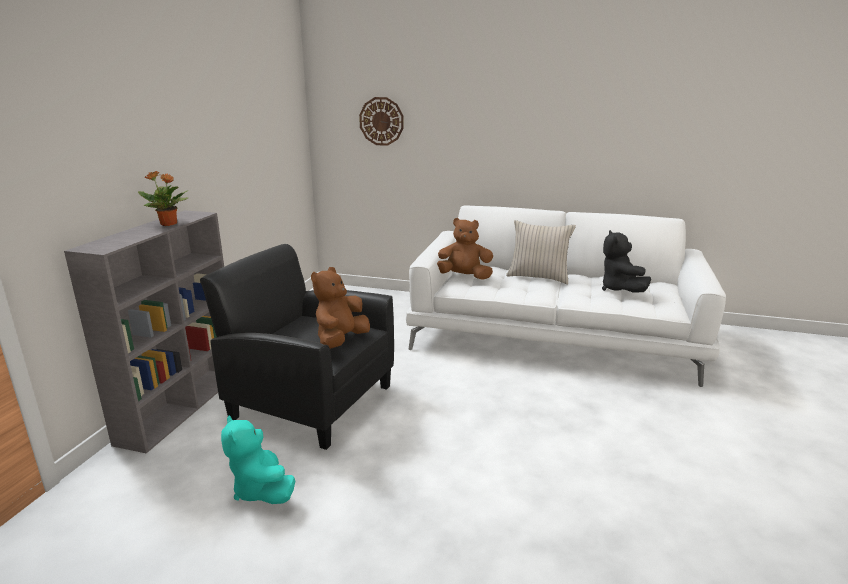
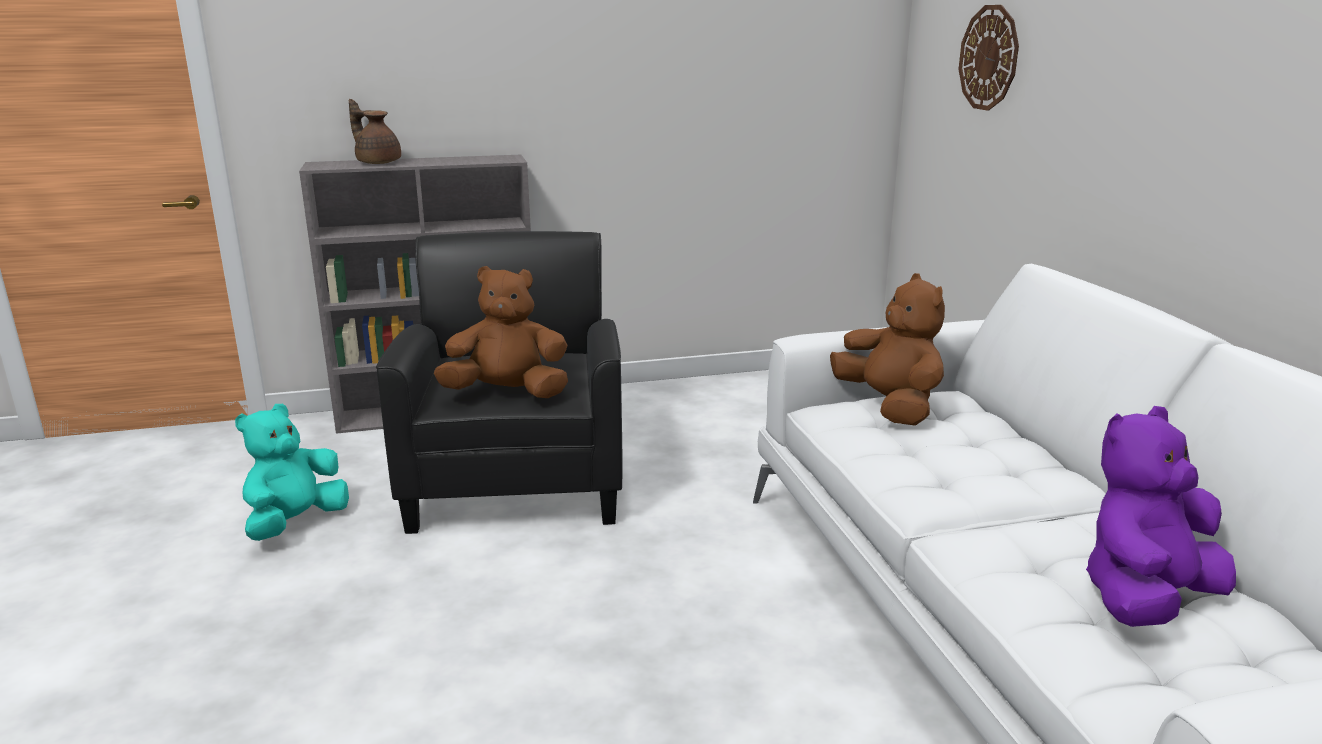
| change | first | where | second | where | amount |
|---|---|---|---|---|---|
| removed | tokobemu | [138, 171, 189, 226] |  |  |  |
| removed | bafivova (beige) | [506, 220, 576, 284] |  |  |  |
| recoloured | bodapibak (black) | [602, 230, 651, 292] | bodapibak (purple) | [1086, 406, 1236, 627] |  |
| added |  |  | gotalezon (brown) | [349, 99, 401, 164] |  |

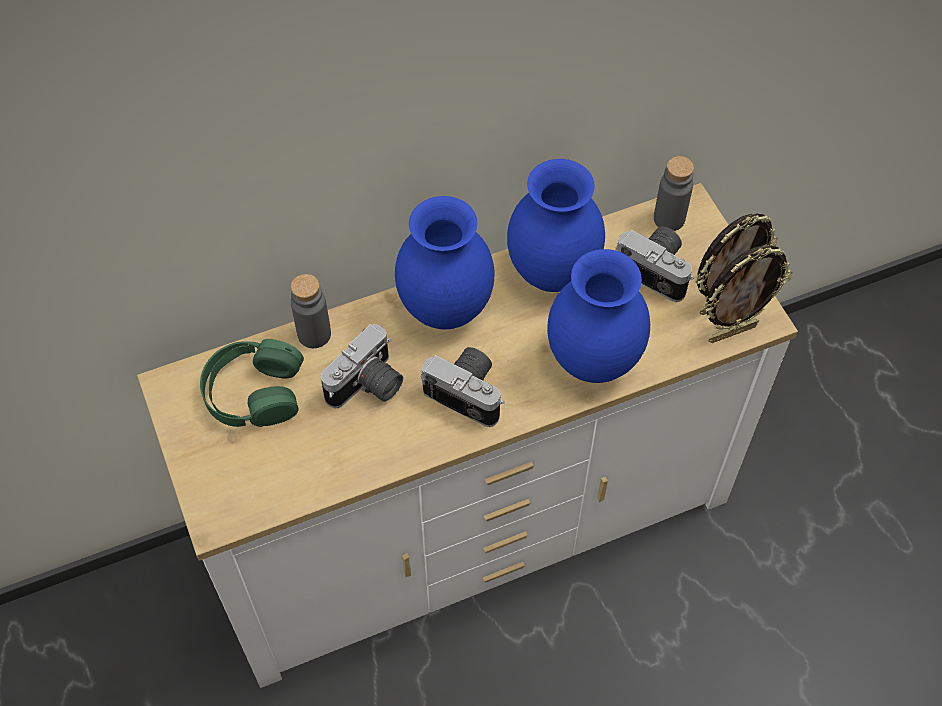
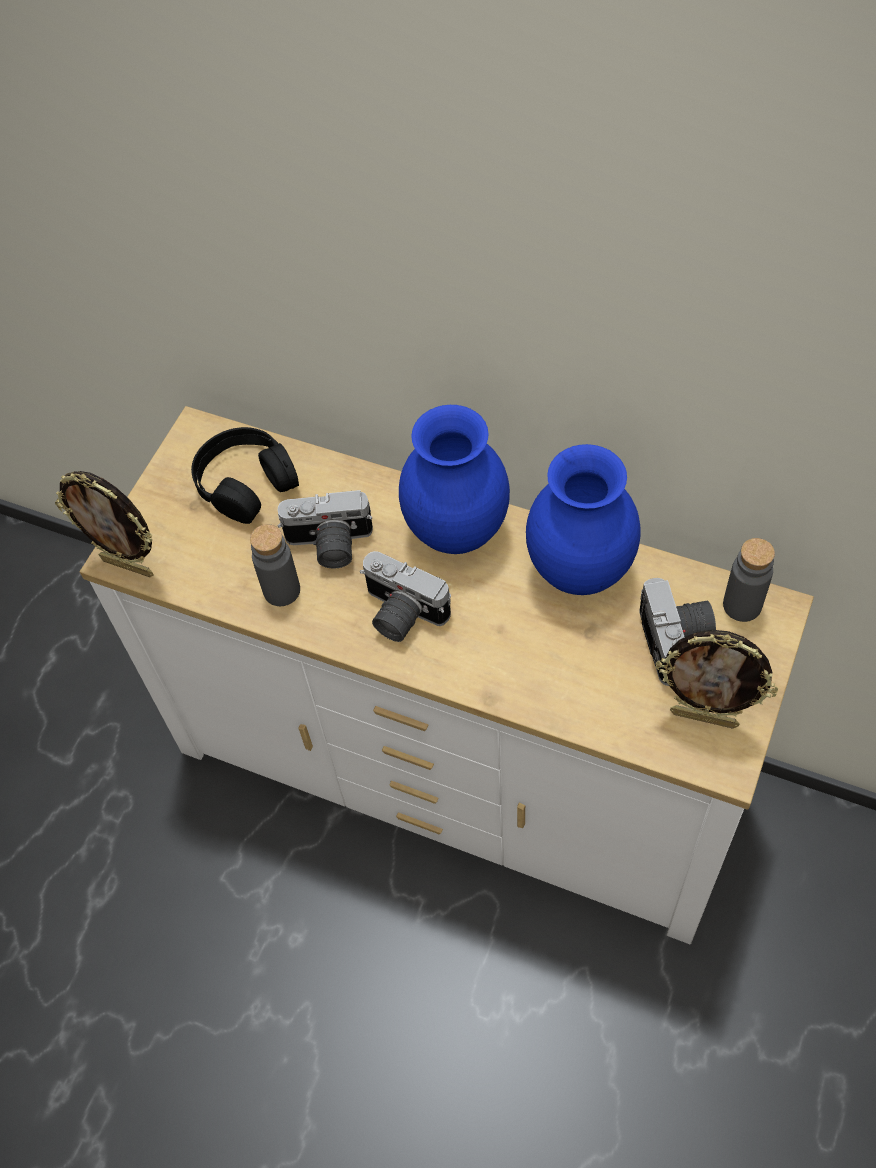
| change | first | where | second | where | amount |
|---|---|---|---|---|---|
| recoloured | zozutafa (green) | [200, 339, 304, 427] | zozutafa (black) | [191, 427, 299, 524] |  |
| moved | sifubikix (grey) | [291, 274, 331, 348] |  | [250, 524, 300, 606] |  |
| turned | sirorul | [421, 347, 505, 427] |  | [360, 551, 451, 642] | 135 degrees clockwise |
| removed | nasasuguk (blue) | [547, 249, 650, 383] |  |  |  |
| moved | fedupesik | [703, 245, 793, 343] |  | [55, 471, 153, 577] |  |

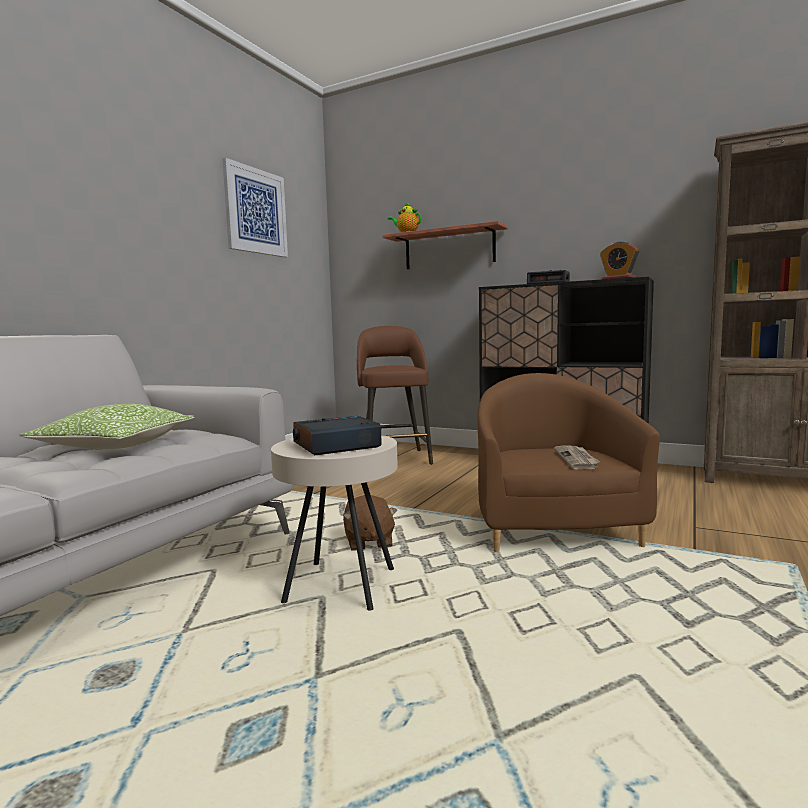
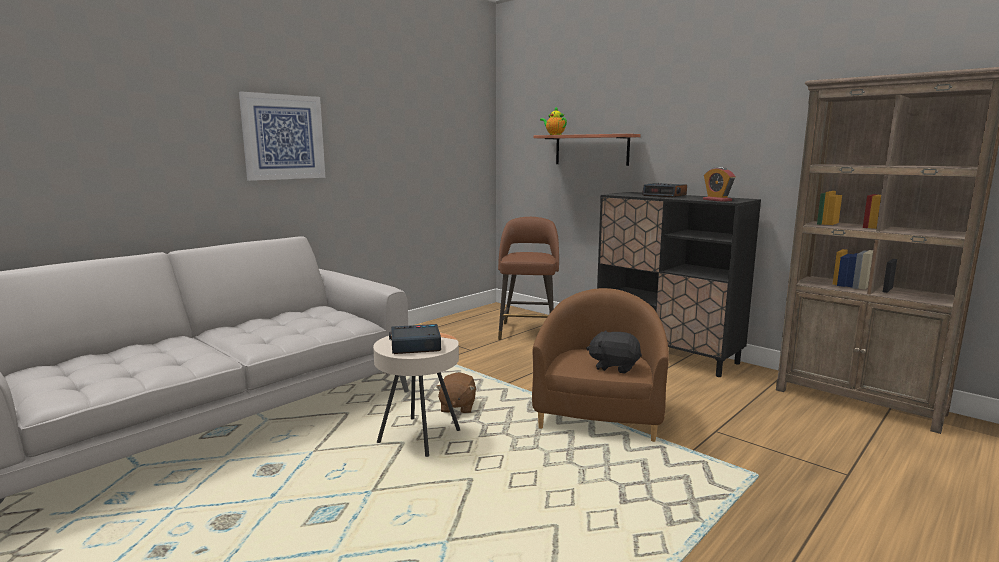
| change | first | where | second | where | amount |
|---|---|---|---|---|---|
| removed | bafivova | [20, 404, 195, 449] |  |  |  |
| moved | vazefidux | [222, 158, 288, 257] |  | [239, 91, 325, 181] |  |
| replaced | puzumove | [554, 446, 600, 469] | bodapibak (black) | [586, 330, 642, 374] |  |

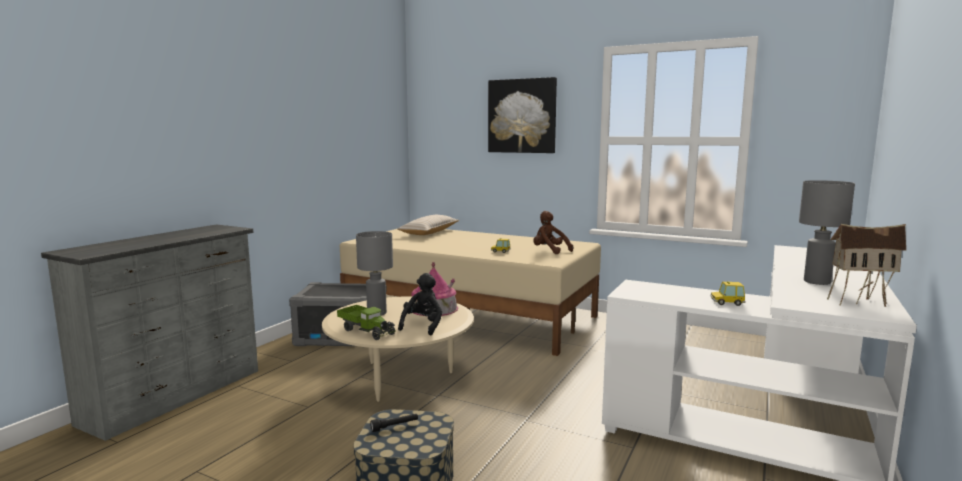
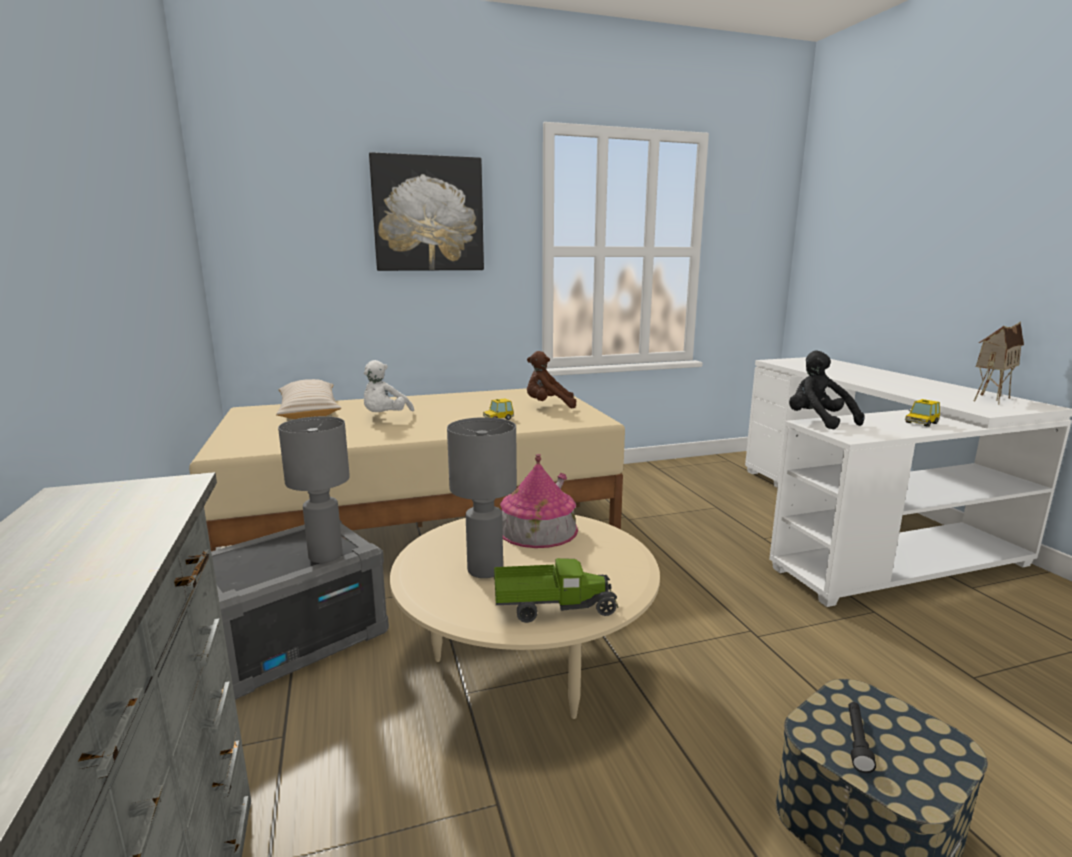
| change | first | where | second | where | amount |
|---|---|---|---|---|---|
| moved | bodapibak (black) | [398, 273, 442, 336] |  | [789, 350, 865, 430] |  |
| moved | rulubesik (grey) | [799, 180, 855, 285] |  | [278, 416, 350, 563] |  |
| added |  |  | bodapibak (white) | [364, 360, 414, 412] |  |

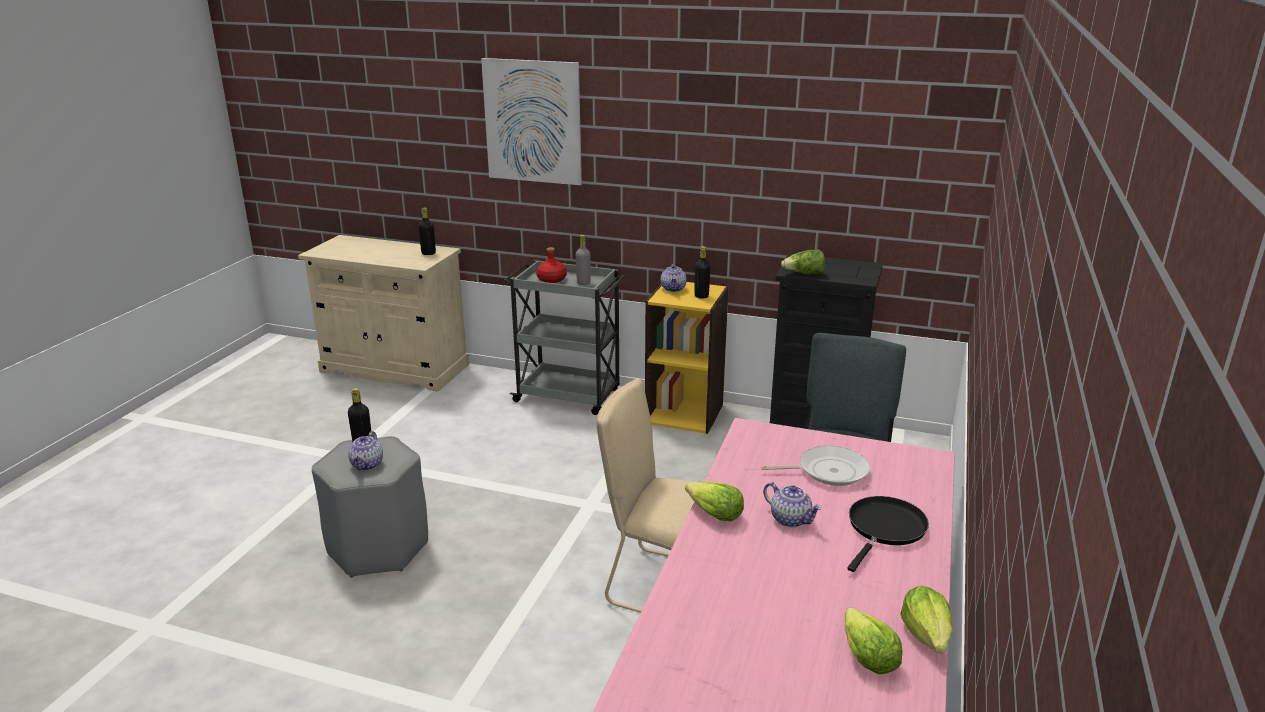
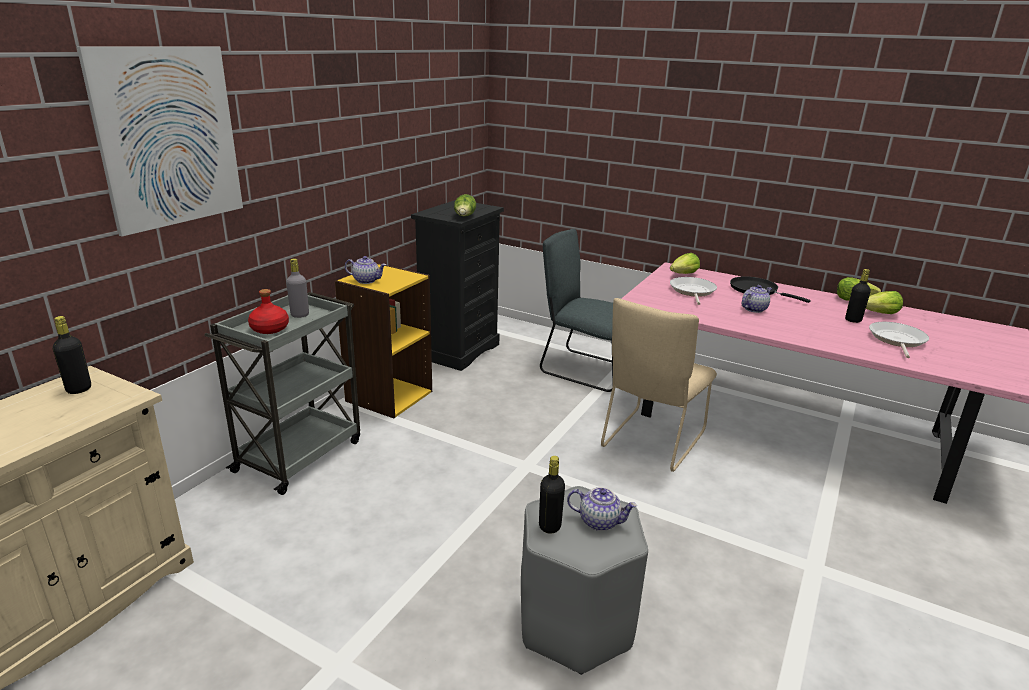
| change | first | where | second | where | amount |
|---|---|---|---|---|---|
| moved | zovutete | [685, 482, 744, 521] |  | [670, 253, 700, 274] |  |
| moved | sifubikix (black) | [694, 246, 710, 299] |  | [845, 269, 871, 323] |  |
| added |  |  | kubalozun | [869, 322, 929, 358] |  |

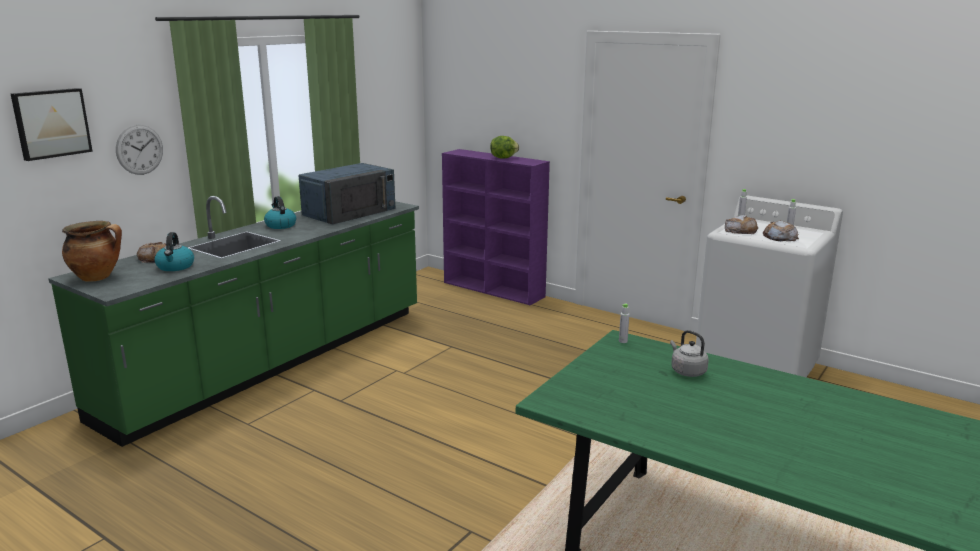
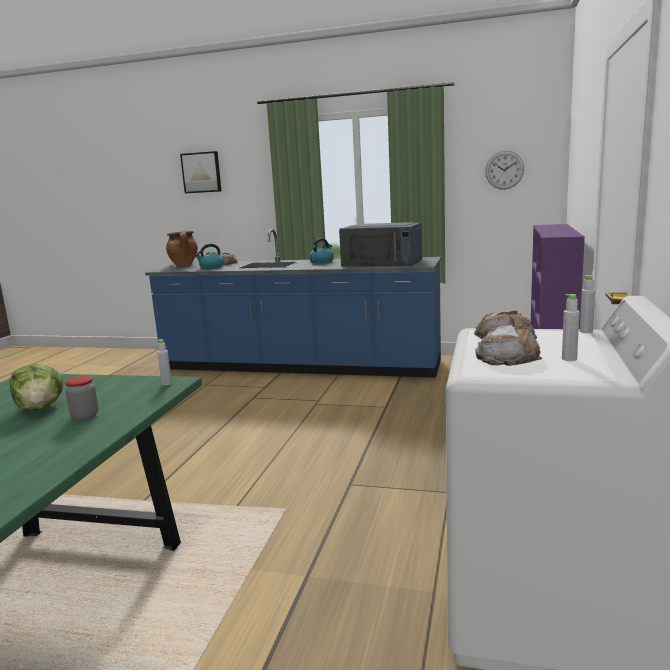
| change | first | where | second | where | amount |
|---|---|---|---|---|---|
| recoloured | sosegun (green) | [48, 196, 419, 447] | sosegun (blue) | [145, 229, 441, 378] |  |
| moved | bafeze | [116, 125, 163, 175] |  | [485, 151, 524, 190] |  |
| moved | zovutete | [490, 136, 519, 159] |  | [9, 364, 63, 411] |  |
| replaced | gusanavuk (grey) | [670, 330, 709, 377] | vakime | [65, 376, 98, 420] |  |

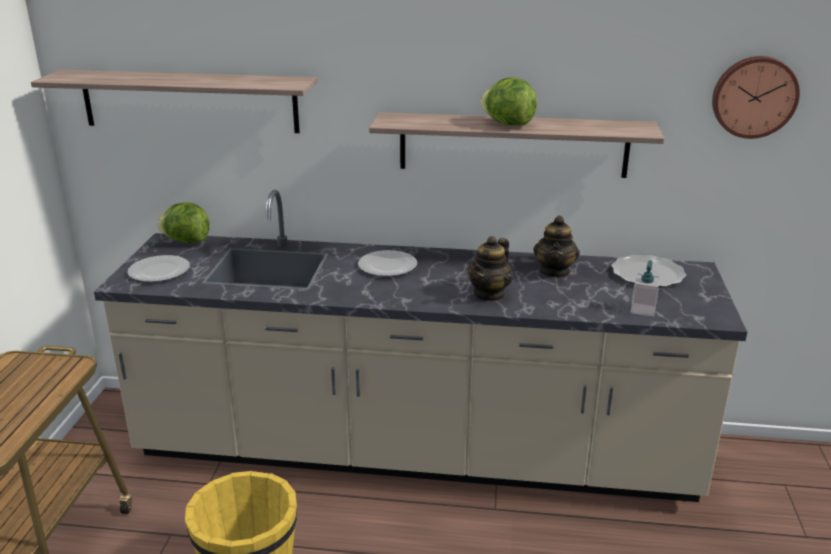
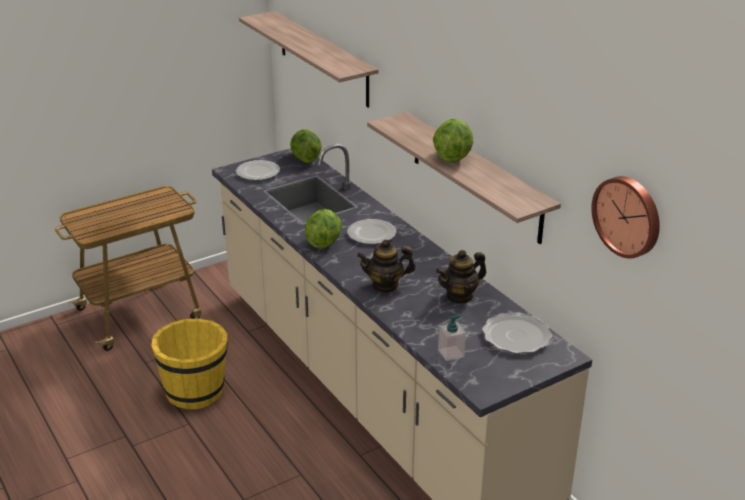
| change | first | where | second | where | amount |
|---|---|---|---|---|---|
| added |  |  | zovutete | [305, 209, 342, 249] |  |

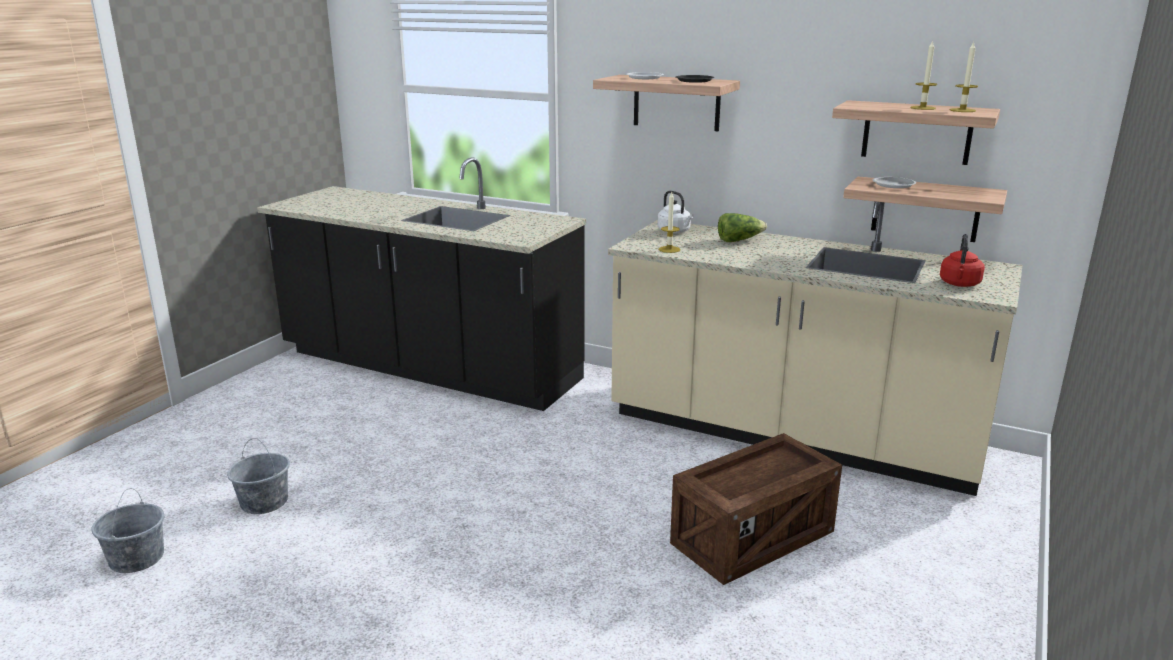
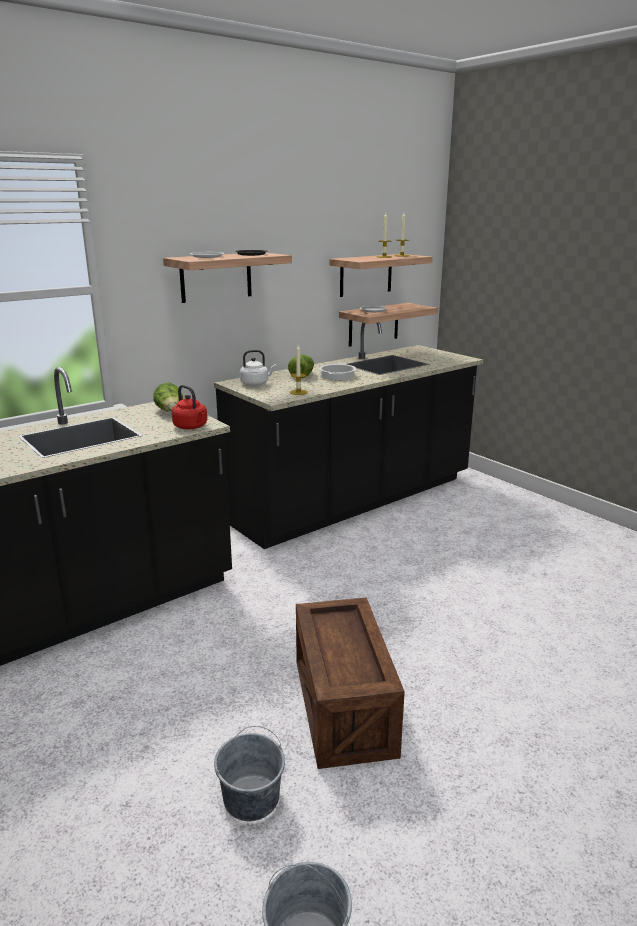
| change | first | where | second | where | amount |
|---|---|---|---|---|---|
| recoloured | sosegun (beige) | [608, 201, 1023, 496] | sosegun (black) | [214, 322, 483, 549] |  |
| moved | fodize | [670, 433, 842, 585] |  | [296, 597, 405, 769] |  |
| moved | gusanavuk (red) | [940, 234, 985, 287] |  | [172, 385, 207, 429] |  |
| added |  |  | zovutete | [153, 383, 183, 411] |  |
| added |  |  | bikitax | [319, 363, 356, 380] |  |

